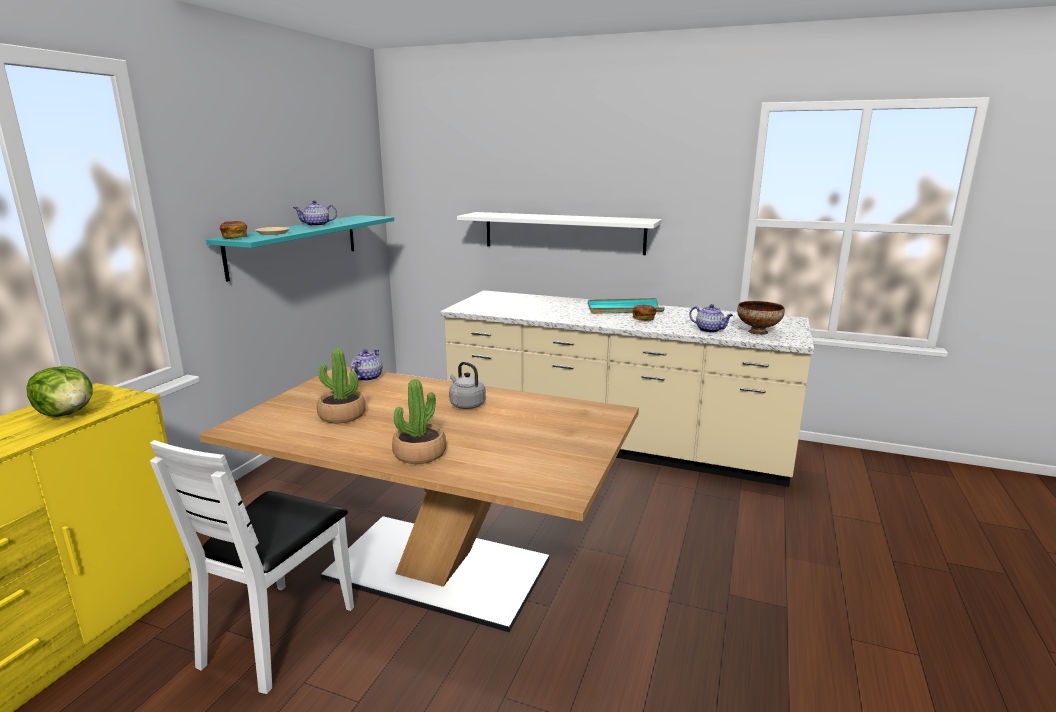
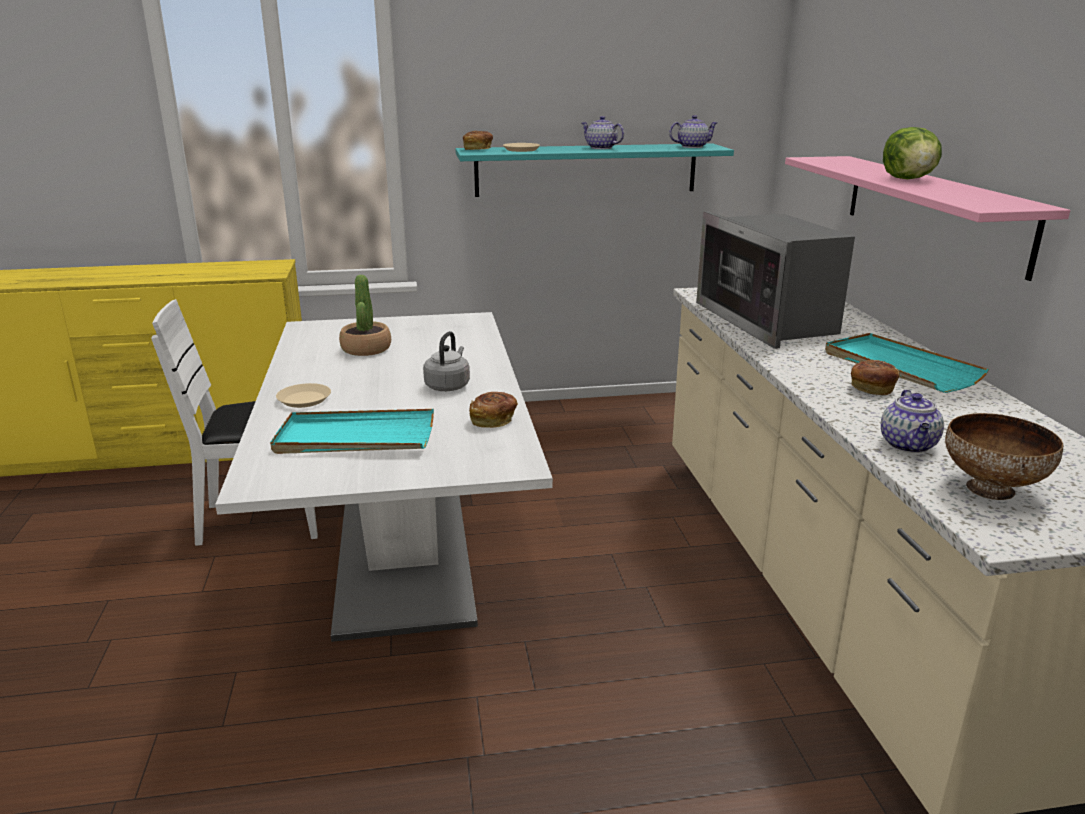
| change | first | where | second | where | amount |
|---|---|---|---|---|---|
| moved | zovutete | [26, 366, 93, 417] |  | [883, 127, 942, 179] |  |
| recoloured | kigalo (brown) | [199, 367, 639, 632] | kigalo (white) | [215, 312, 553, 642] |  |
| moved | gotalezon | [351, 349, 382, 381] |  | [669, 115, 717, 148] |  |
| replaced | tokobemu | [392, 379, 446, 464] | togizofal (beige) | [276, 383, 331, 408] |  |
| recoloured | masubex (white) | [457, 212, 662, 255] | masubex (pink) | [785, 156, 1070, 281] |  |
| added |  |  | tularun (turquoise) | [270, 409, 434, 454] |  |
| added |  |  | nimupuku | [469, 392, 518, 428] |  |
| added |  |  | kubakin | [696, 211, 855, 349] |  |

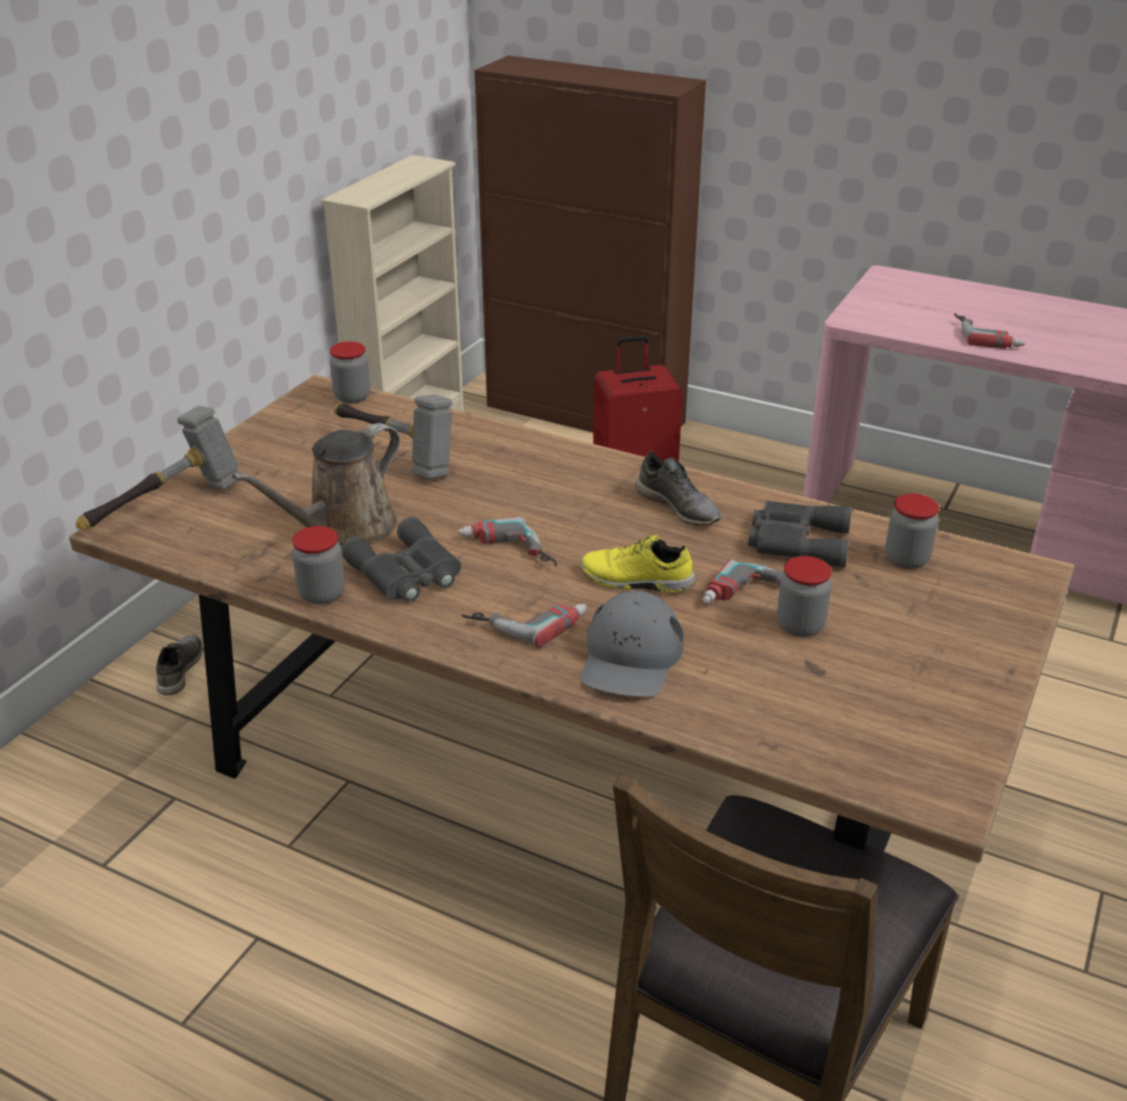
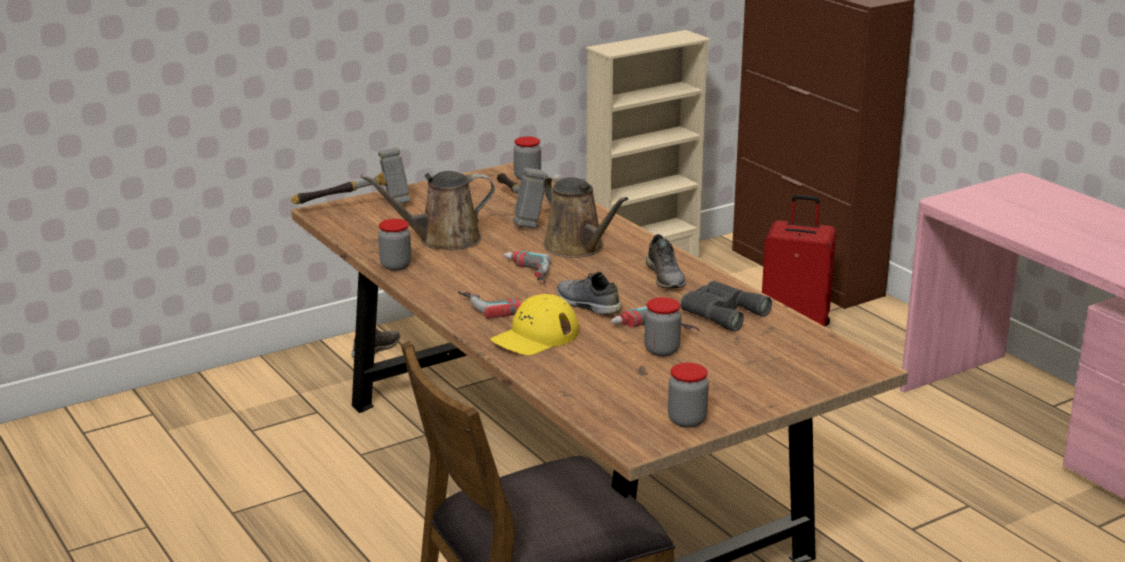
| change | first | where | second | where | amount |
|---|---|---|---|---|---|
| removed | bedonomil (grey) | [341, 517, 461, 602] |  |  |  |
| recoloured | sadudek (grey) | [580, 591, 684, 697] | sadudek (yellow) | [491, 294, 579, 355] |  |
| recoloured | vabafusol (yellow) | [581, 535, 695, 593] | vabafusol (grey) | [557, 272, 622, 315] |  |
| moved | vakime | [885, 494, 939, 569] |  | [668, 363, 709, 428] |  |
| removed | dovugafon | [954, 313, 1025, 349] |  |  |  |
| added |  |  | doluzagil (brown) | [543, 174, 629, 258] |  |

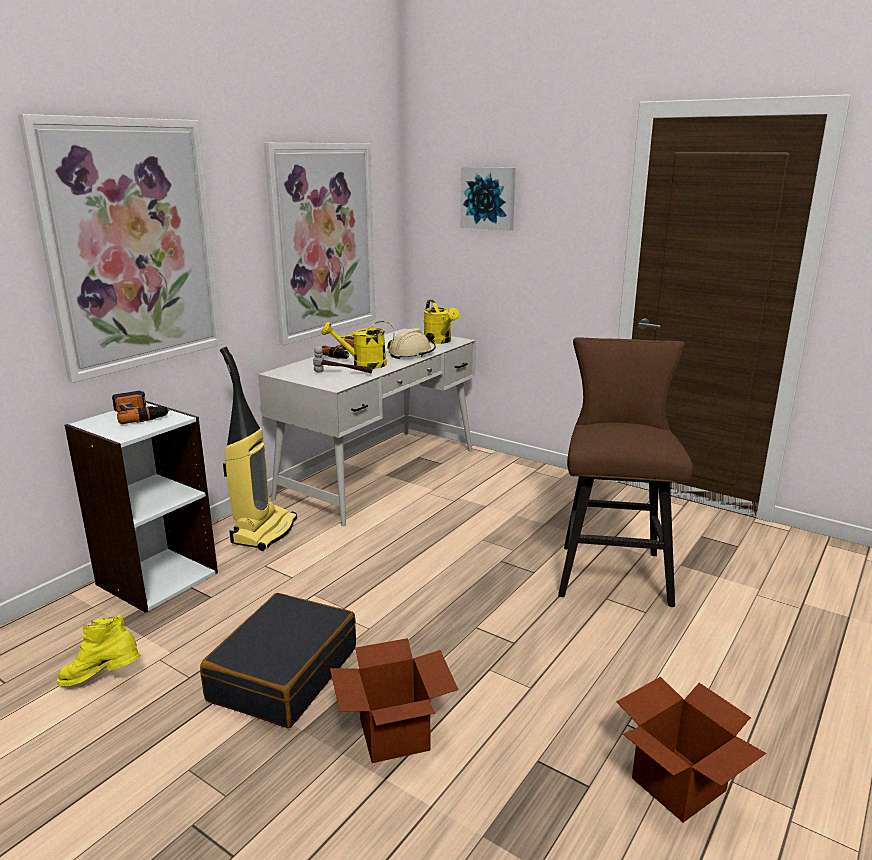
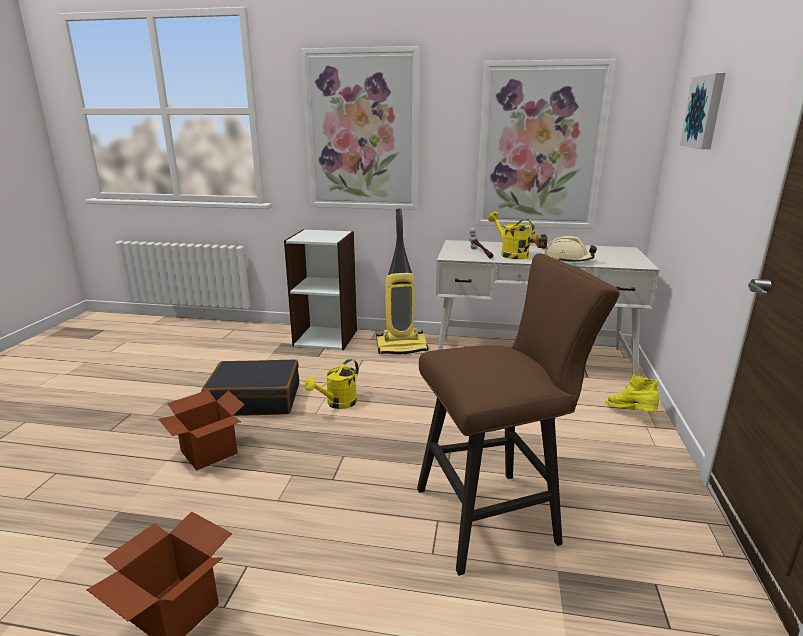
| change | first | where | second | where | amount |
|---|---|---|---|---|---|
| moved | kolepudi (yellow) | [57, 614, 141, 686] |  | [606, 374, 659, 412] |  |
| removed | dovugafon | [112, 391, 170, 424] |  |  |  |
| moved | doluzagil (yellow) | [424, 300, 460, 344] |  | [304, 359, 359, 409] |  |

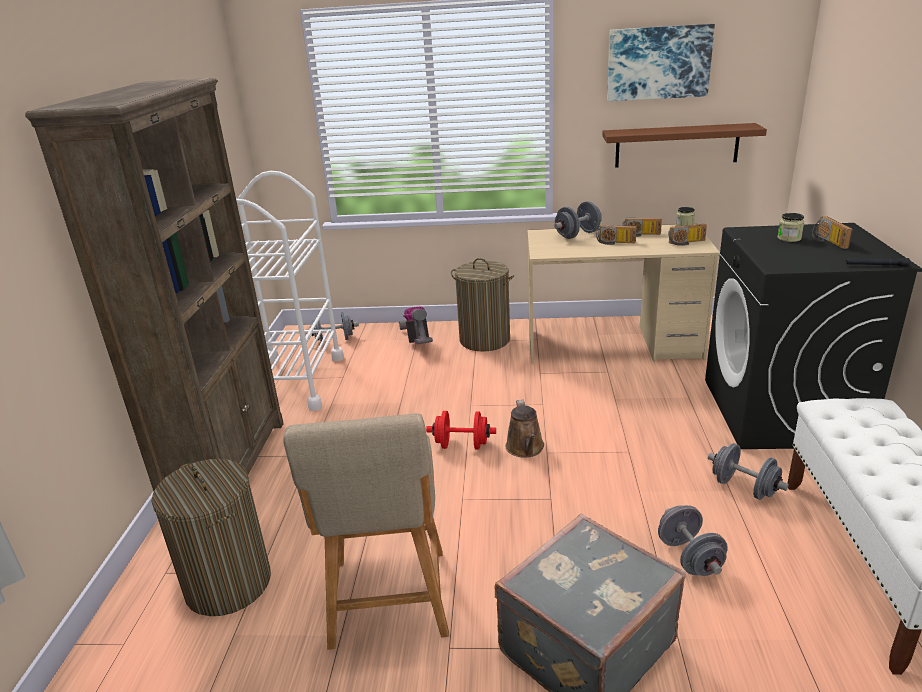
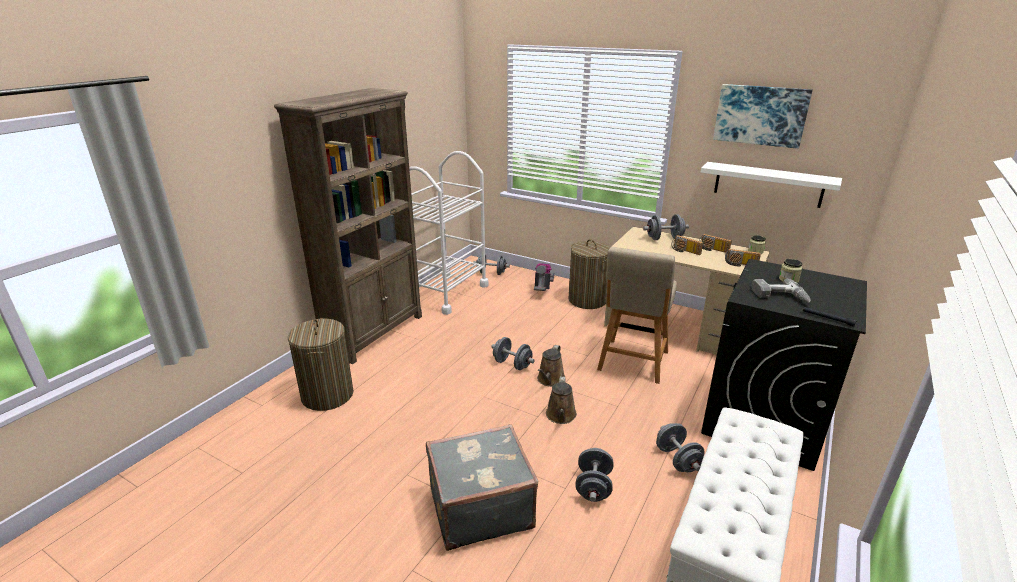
| change | first | where | second | where | amount |
|---|---|---|---|---|---|
| moved | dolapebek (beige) | [283, 413, 449, 650] |  | [597, 247, 677, 384] |  |
| recoloured | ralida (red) | [426, 411, 496, 450] | ralida (grey) | [491, 337, 535, 370] |  |
| recoloured | masubex (brown) | [602, 123, 767, 168] | masubex (white) | [701, 162, 842, 208] |  |
| removed | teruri | [812, 216, 853, 249] |  |  |  |
| added |  |  | doluzagil (brown) | [546, 377, 577, 424] |  |
| added |  |  | dovugafon | [751, 278, 811, 303] |  |

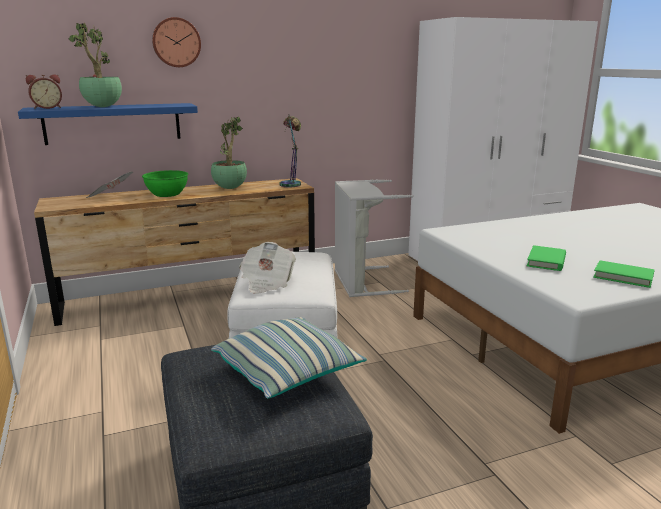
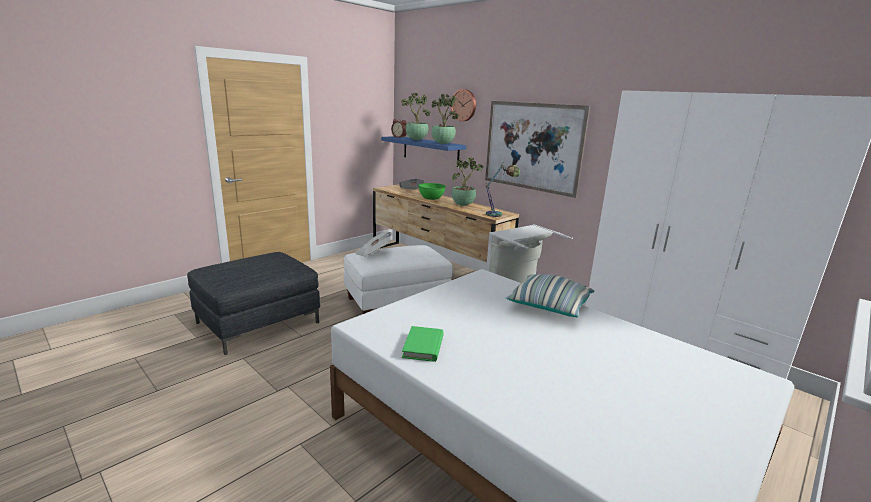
| change | first | where | second | where | amount |
|---|---|---|---|---|---|
| moved | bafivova | [211, 317, 367, 398] |  | [506, 274, 595, 317] |  |
| removed | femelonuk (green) | [527, 245, 566, 271] |  |  |  |
| added |  |  | tokobemu | [432, 94, 459, 144] |  |
| added |  |  | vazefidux | [485, 101, 590, 198] |  |

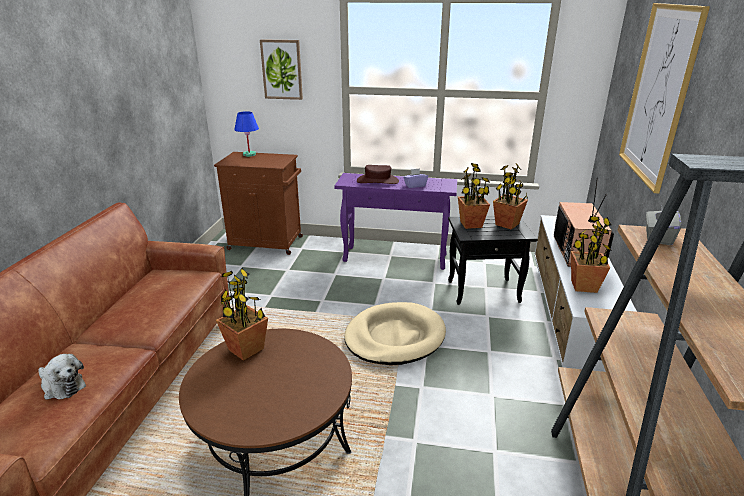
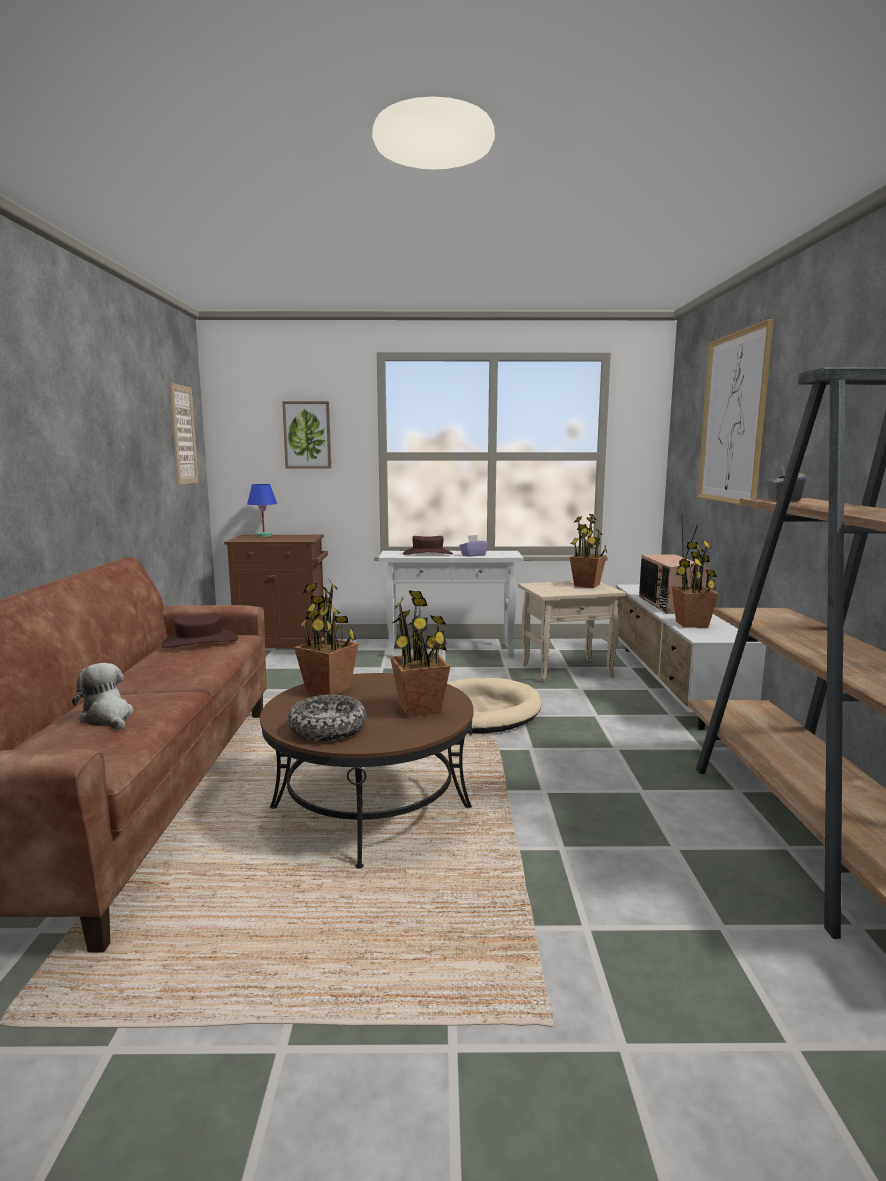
| change | first | where | second | where | amount |
|---|---|---|---|---|---|
| turned | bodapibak | [38, 354, 86, 400] |  | [72, 663, 134, 730] | 150 degrees counterclockwise |
| recoloured | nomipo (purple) | [334, 173, 457, 270] | nomipo (white) | [378, 551, 523, 657] |  |
| recoloured | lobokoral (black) | [448, 216, 538, 305] | lobokoral (beige) | [518, 581, 626, 682] |  |
| moved | tokobemu | [458, 163, 490, 229] |  | [390, 590, 450, 717] |  |
| added |  |  | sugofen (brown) | [161, 613, 238, 648] |  |
| added |  |  | vazefidux | [169, 383, 199, 485] |  |
| added |  |  | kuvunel | [288, 695, 366, 741] |  |

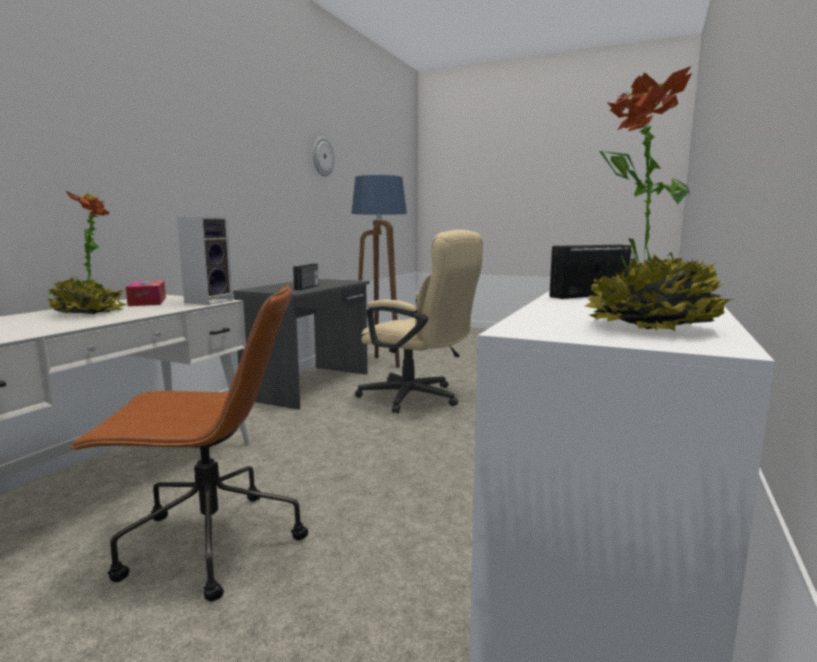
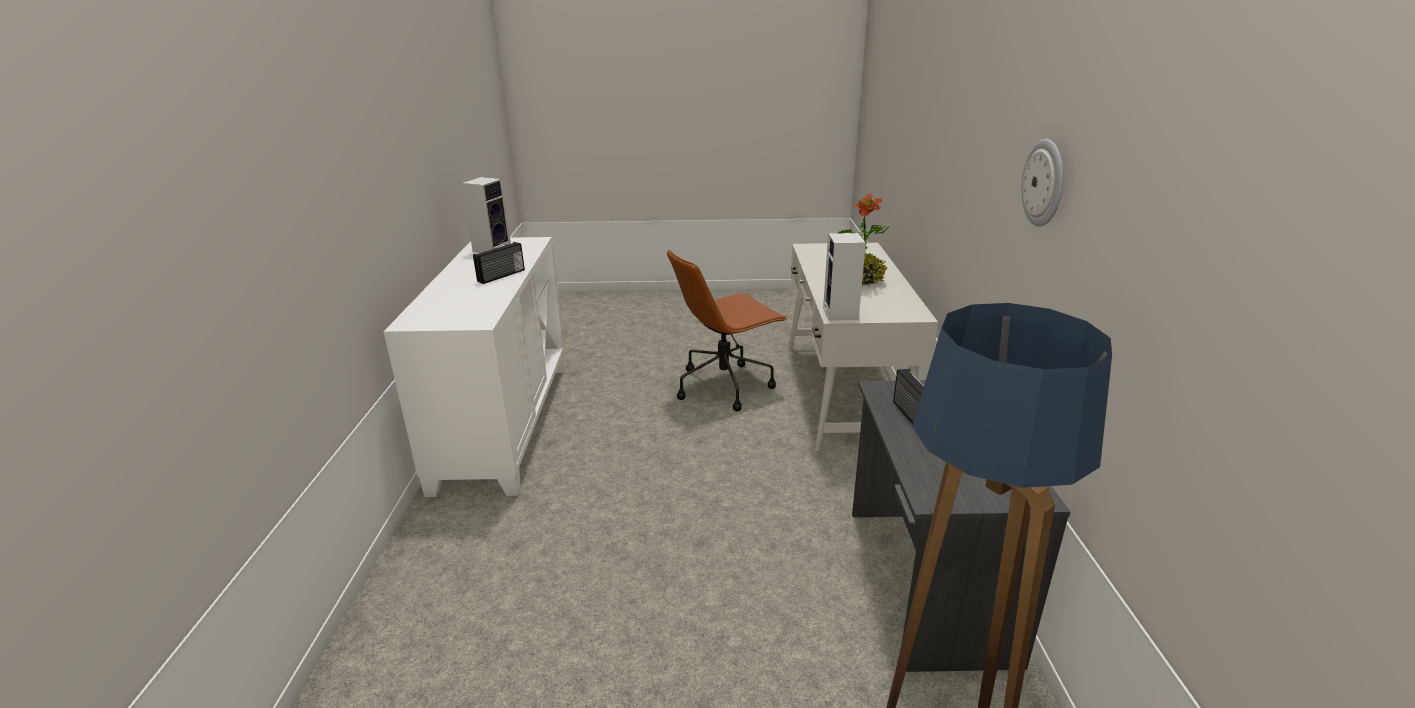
| change | first | where | second | where | amount |
|---|---|---|---|---|---|
| removed | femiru | [126, 280, 166, 306] |  |  |  |
| moved | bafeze | [313, 137, 335, 176] |  | [1021, 139, 1063, 227] |  |
| removed | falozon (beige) | [355, 230, 483, 413] |  |  |  |
| replaced | tokobemu | [585, 66, 735, 331] | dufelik | [461, 177, 511, 253] |  |

